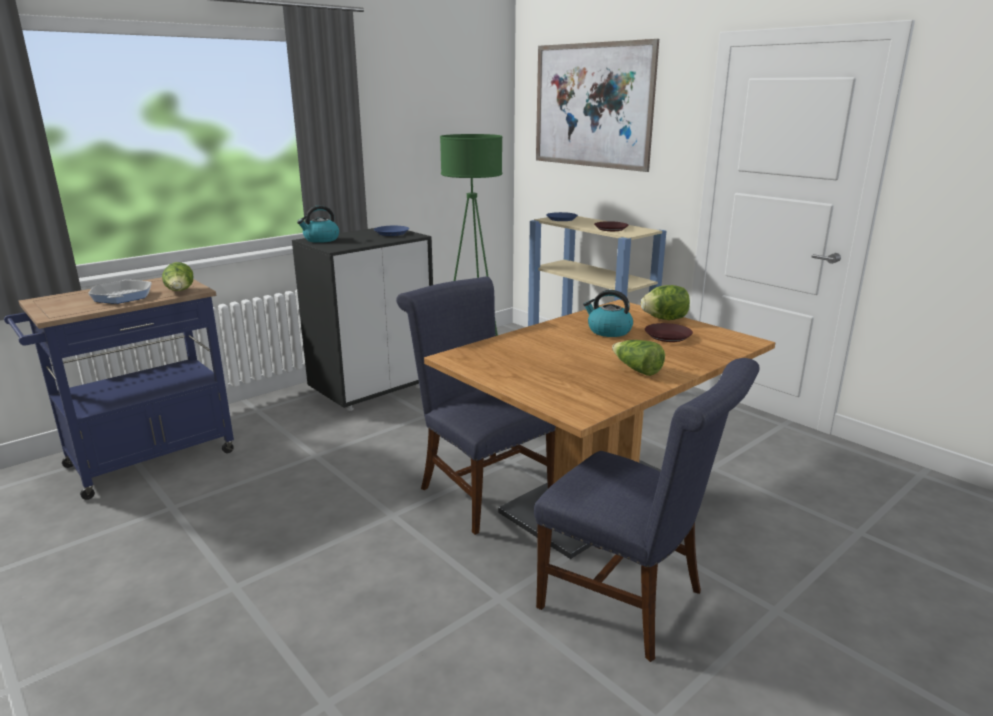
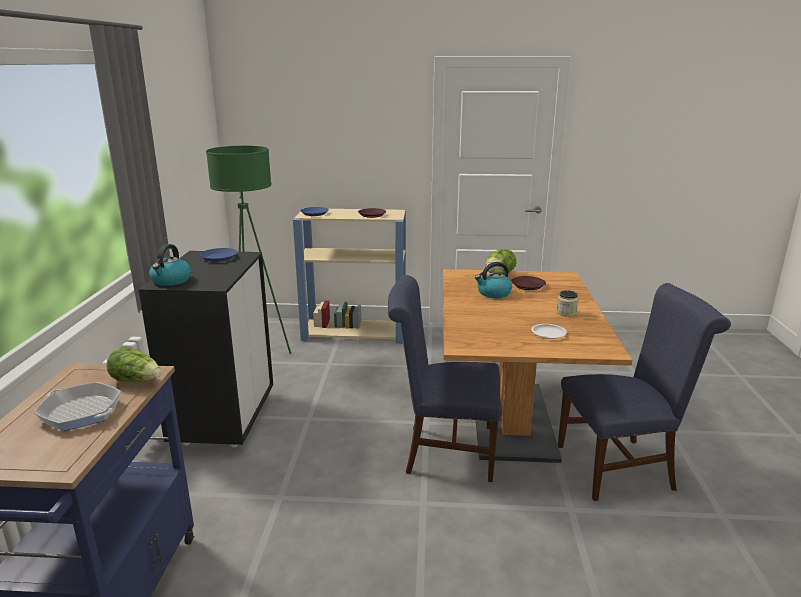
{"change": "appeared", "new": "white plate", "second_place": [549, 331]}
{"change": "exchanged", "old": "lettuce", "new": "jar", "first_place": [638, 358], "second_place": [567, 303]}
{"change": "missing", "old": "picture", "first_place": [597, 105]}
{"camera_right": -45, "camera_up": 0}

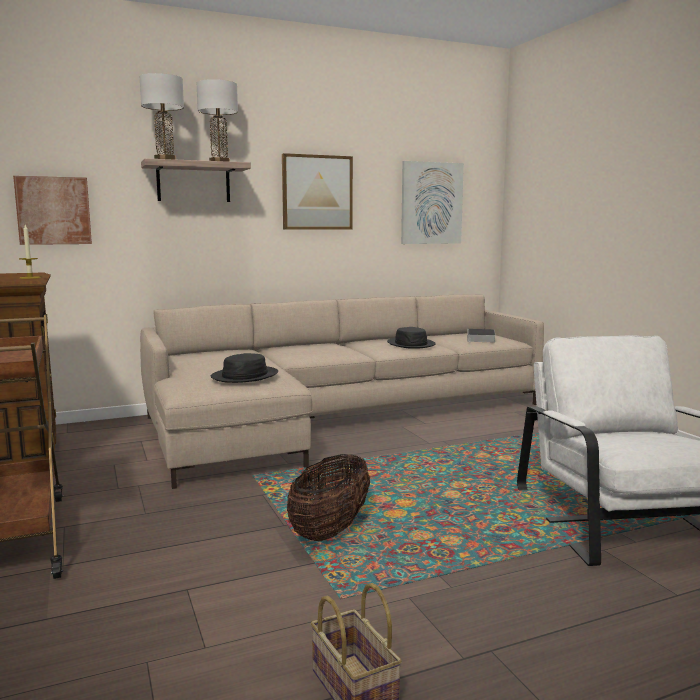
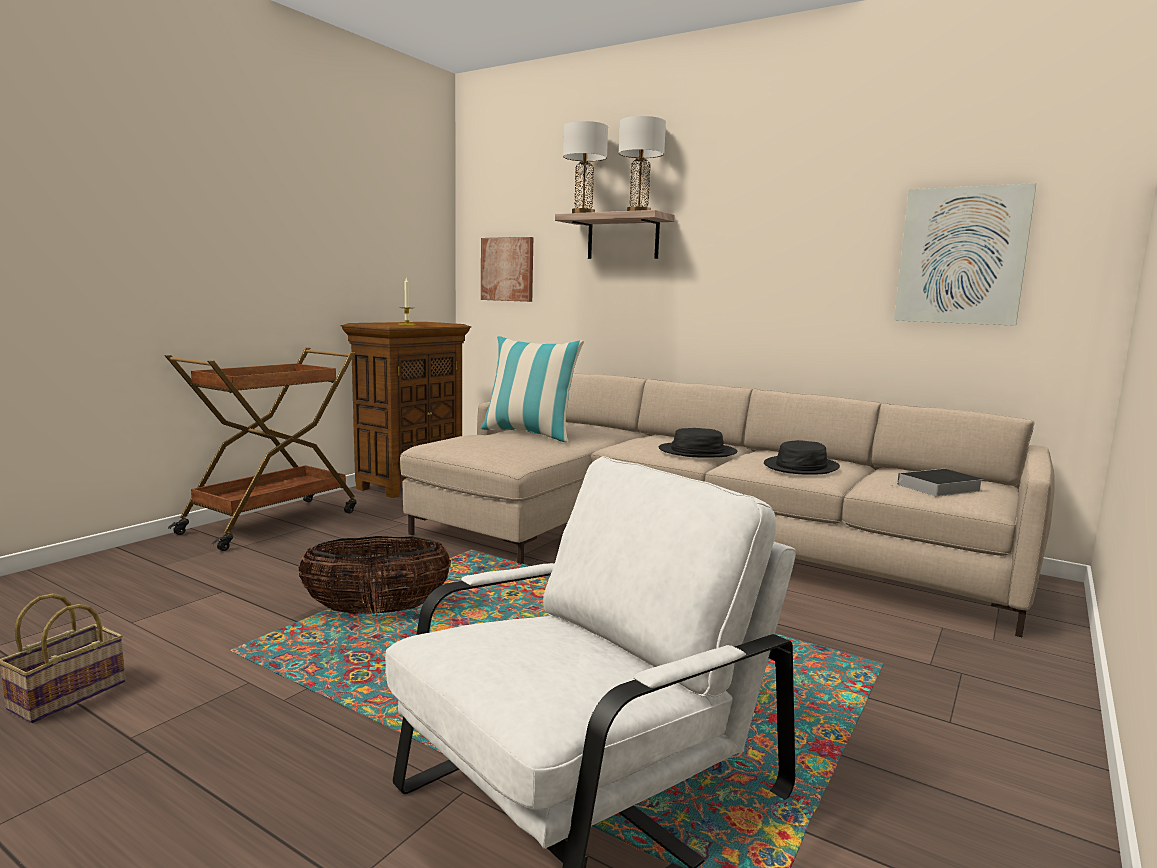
{"change": "appeared", "new": "pillow", "second_place": [532, 389]}
{"change": "relocated", "old": "black hat", "first_place": [244, 368], "second_place": [698, 443]}
{"change": "missing", "old": "picture", "first_place": [317, 191]}
{"camera_right": 55, "camera_up": 0}

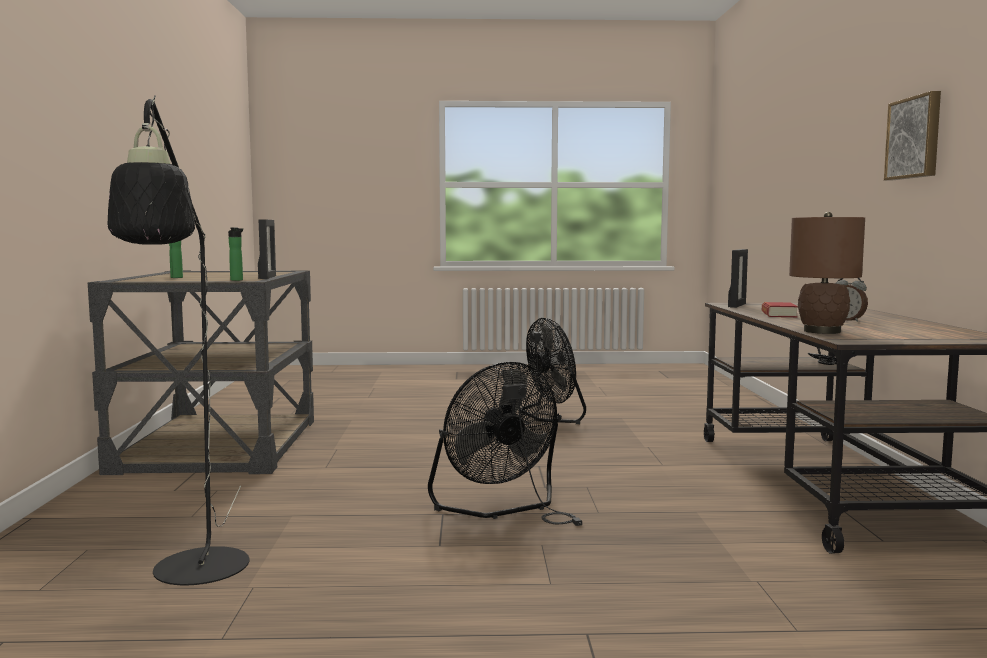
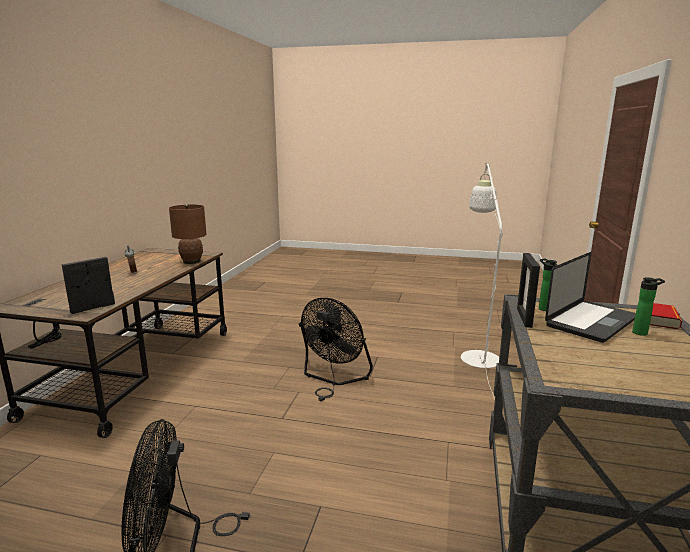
{"change": "spun", "old": "black fan", "first_place": [505, 444], "second_place": [336, 349], "degrees": -135}
{"change": "colour", "old": "black floor lamp", "new": "white floor lamp", "first_place": [178, 340], "second_place": [482, 280]}
{"change": "appeared", "new": "laptop", "second_place": [590, 297]}
{"change": "relocated", "old": "book", "first_place": [780, 309], "second_place": [666, 316]}
{"change": "missing", "old": "picture", "first_place": [912, 135]}
{"camera_right": -165, "camera_up": 10}

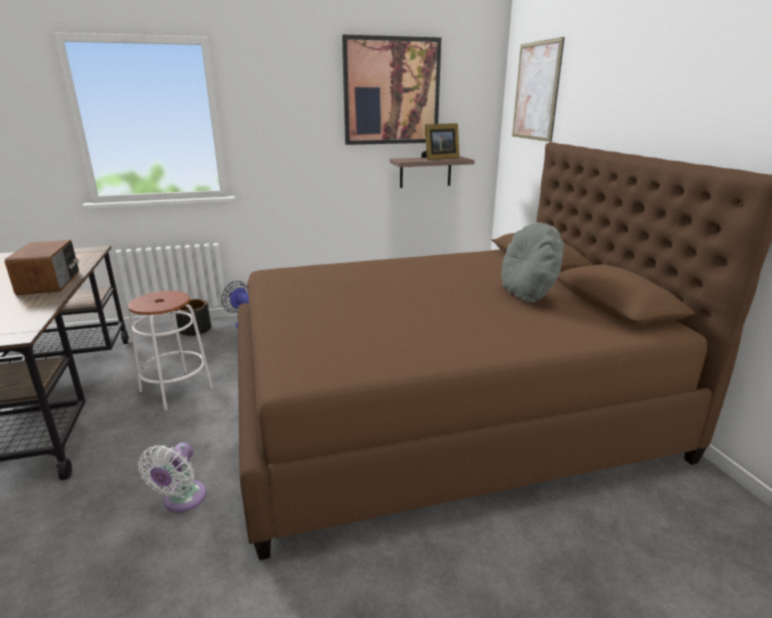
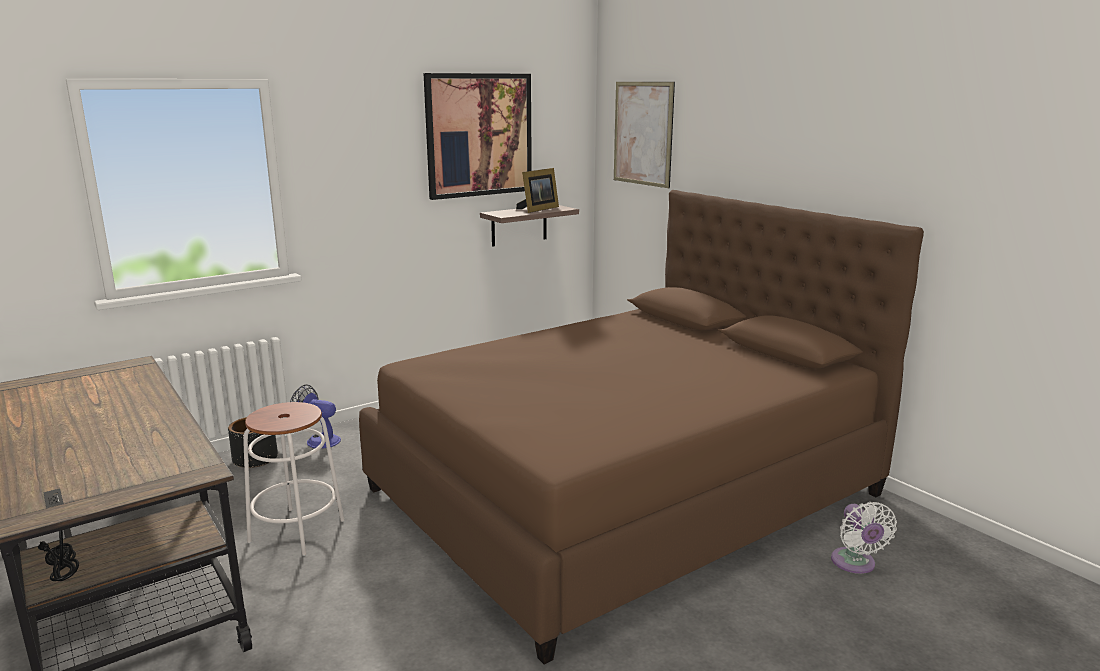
{"change": "relocated", "old": "white fan", "first_place": [172, 477], "second_place": [864, 538]}
{"change": "missing", "old": "radio", "first_place": [42, 267]}
{"change": "missing", "old": "grey pillow", "first_place": [532, 262]}
{"camera_right": -20, "camera_up": -5}

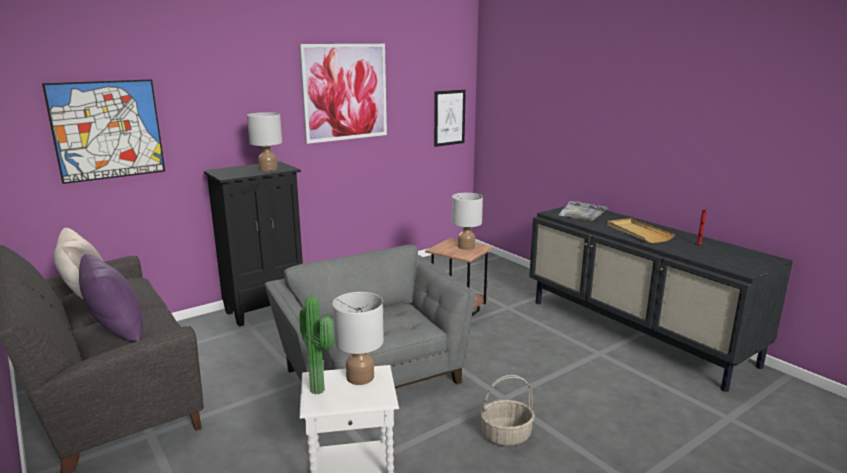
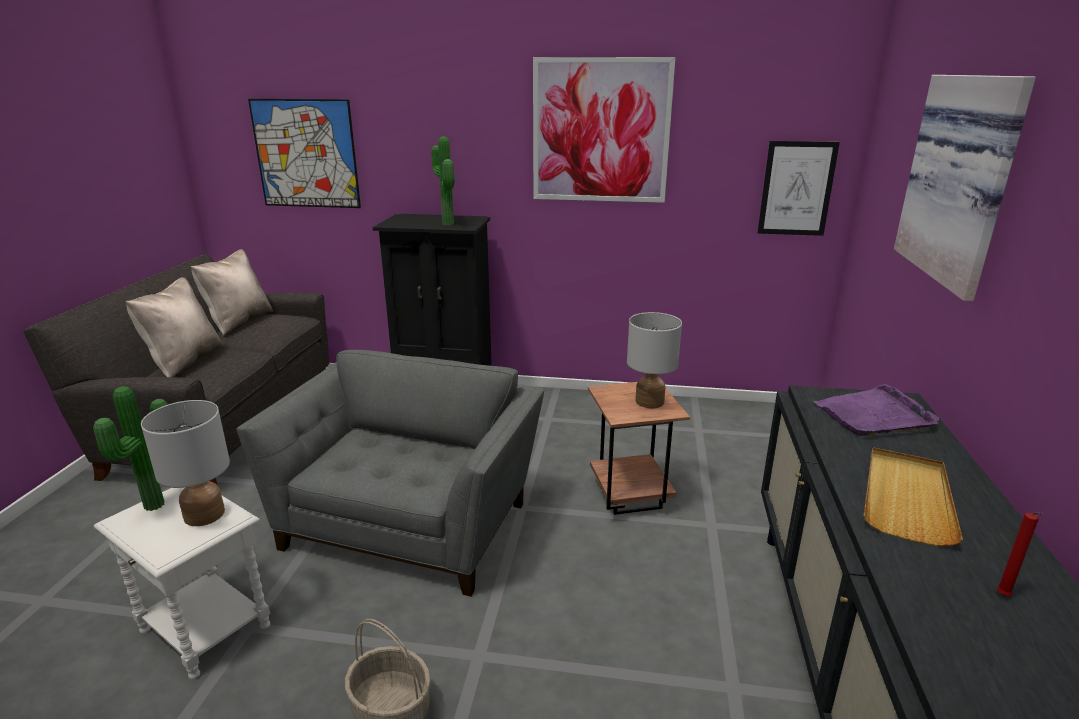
{"change": "colour", "old": "purple pillow", "new": "beige pillow", "first_place": [111, 297], "second_place": [174, 327]}
{"change": "exchanged", "old": "grey table lamp", "new": "potted plant", "first_place": [264, 142], "second_place": [443, 180]}
{"change": "colour", "old": "grey tray", "new": "purple tray", "first_place": [583, 211], "second_place": [876, 410]}
{"change": "appeared", "new": "picture", "second_place": [965, 188]}
{"camera_right": 45, "camera_up": 5}

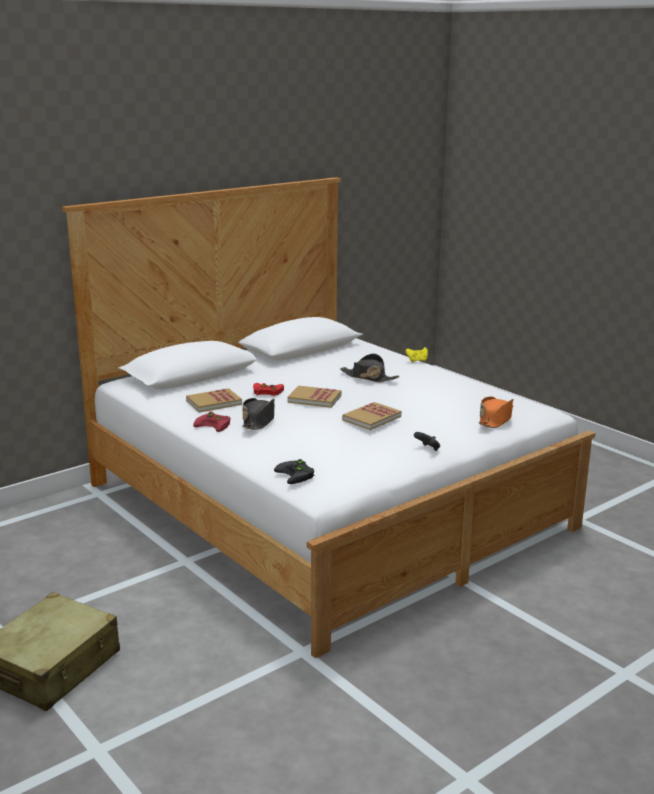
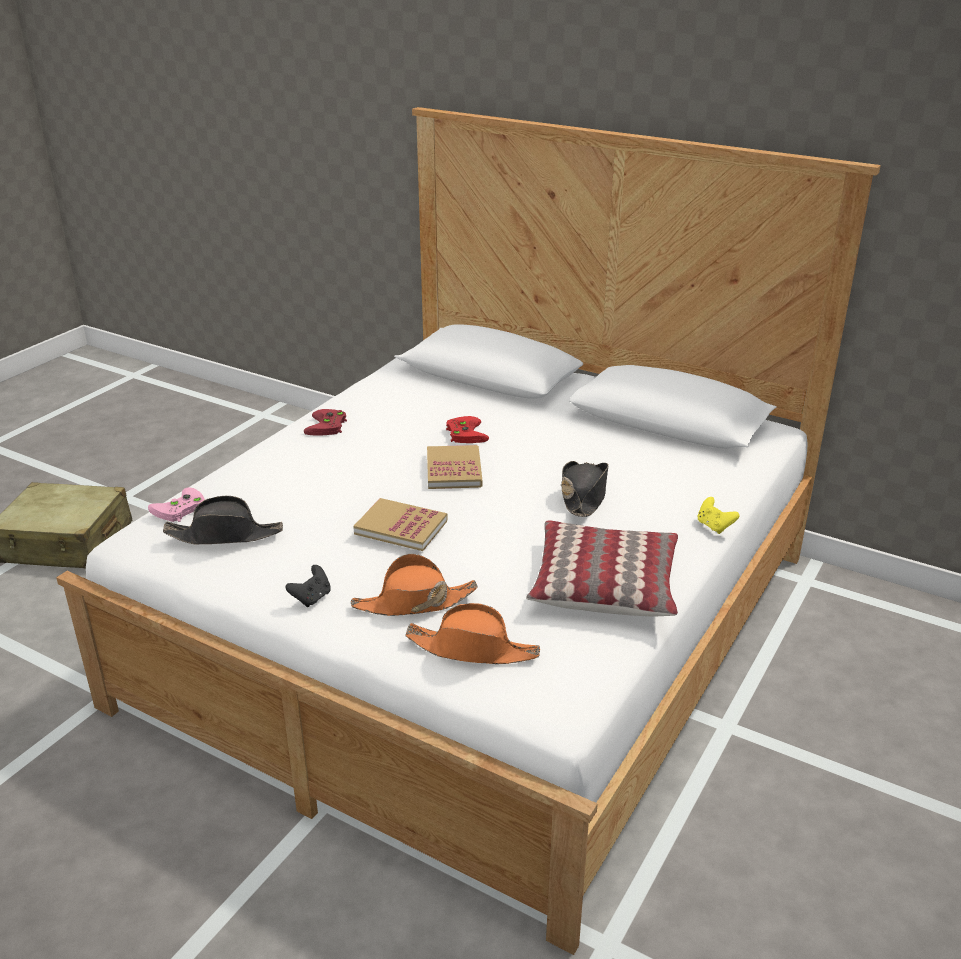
{"change": "colour", "old": "black game controller", "new": "pink game controller", "first_place": [294, 471], "second_place": [176, 504]}
{"change": "relocated", "old": "black hat", "first_place": [258, 414], "second_place": [223, 520]}
{"change": "appeared", "new": "orange hat", "second_place": [414, 585]}
{"change": "appeared", "new": "pillow", "second_place": [602, 568]}
{"change": "missing", "old": "book", "first_place": [214, 400]}
{"camera_right": 70, "camera_up": 10}

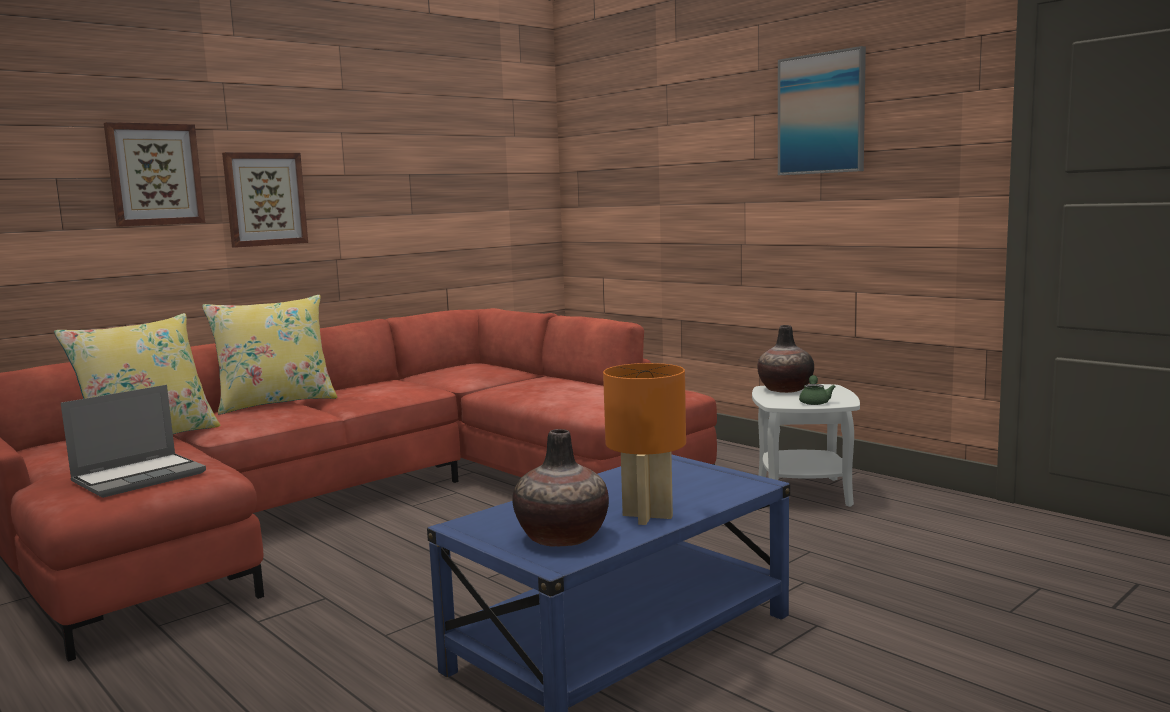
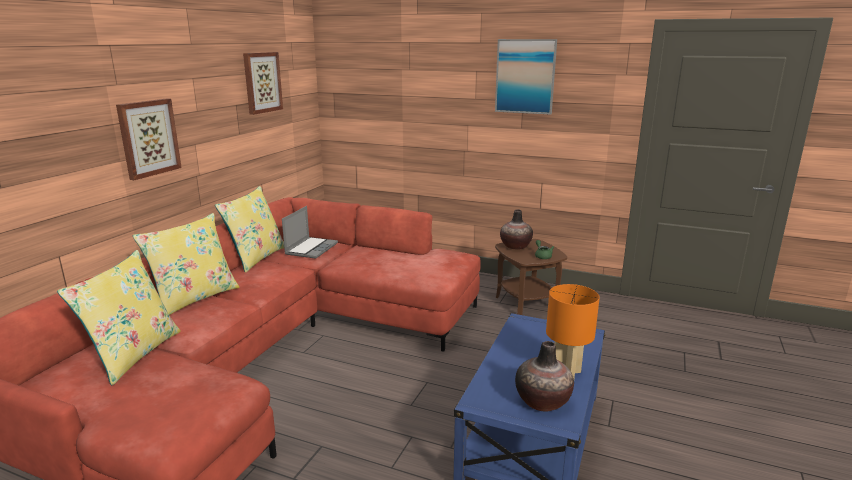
{"change": "appeared", "new": "yellow pillow", "second_place": [249, 229]}
{"change": "relocated", "old": "picture", "first_place": [154, 174], "second_place": [263, 83]}
{"change": "relocated", "old": "laptop", "first_place": [133, 441], "second_place": [310, 232]}
{"change": "colour", "old": "white side table", "new": "brown side table", "first_place": [806, 445], "second_place": [531, 277]}
{"camera_right": -25, "camera_up": 10}

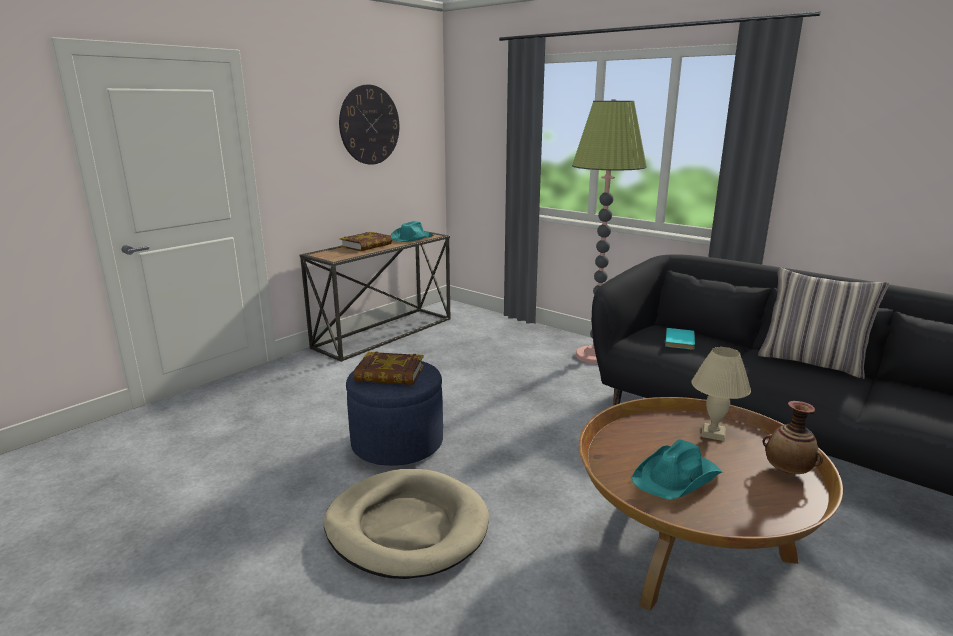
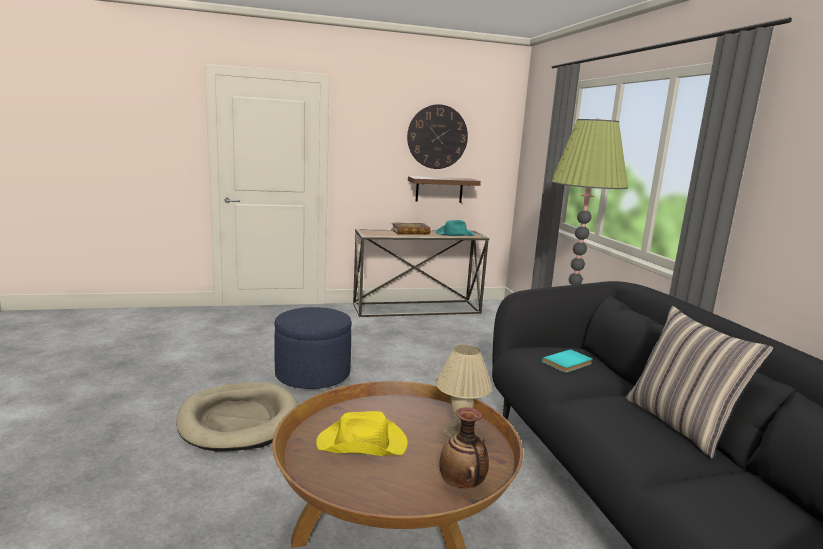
{"change": "colour", "old": "turquoise hat", "new": "yellow hat", "first_place": [677, 469], "second_place": [362, 433]}
{"change": "appeared", "new": "brown shelf", "second_place": [444, 189]}
{"change": "missing", "old": "book", "first_place": [389, 368]}
{"camera_right": 35, "camera_up": -5}

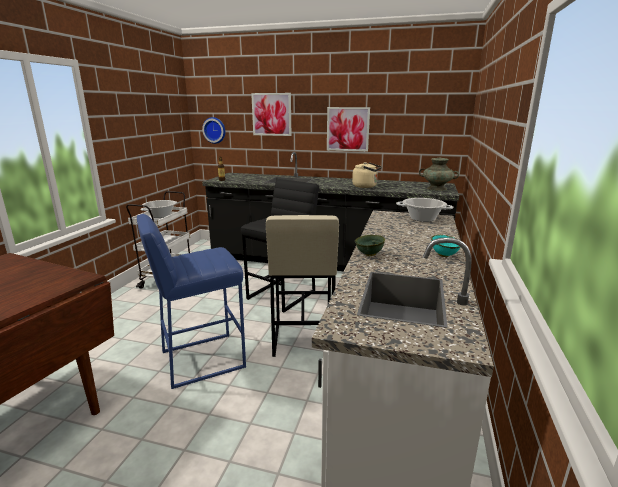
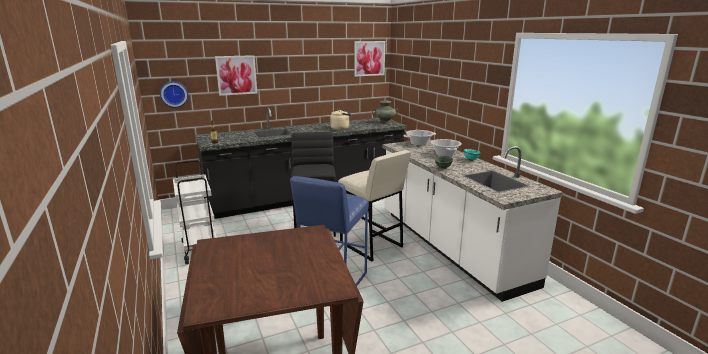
{"change": "relocated", "old": "picture", "first_place": [348, 129], "second_place": [369, 59]}
{"change": "relocated", "old": "cooking pot", "first_place": [159, 209], "second_place": [446, 147]}
{"camera_right": -40, "camera_up": 0}

